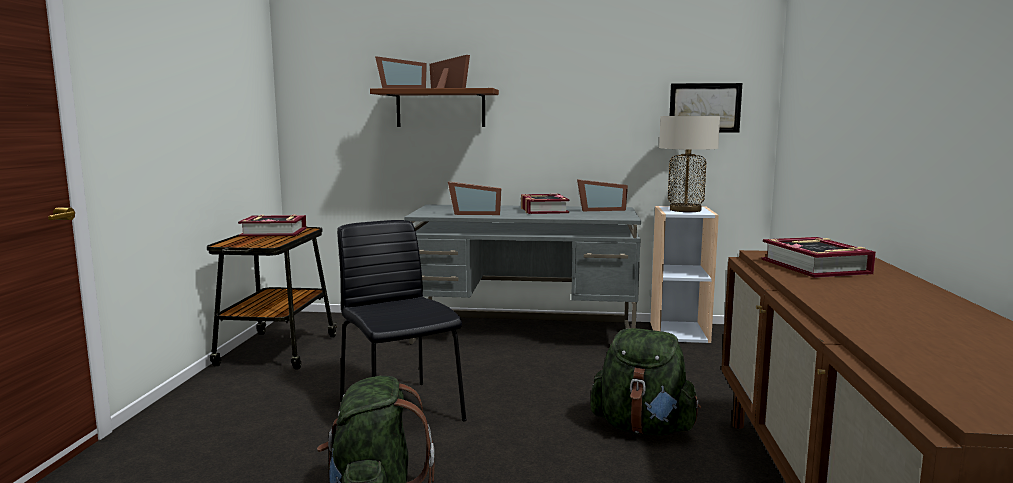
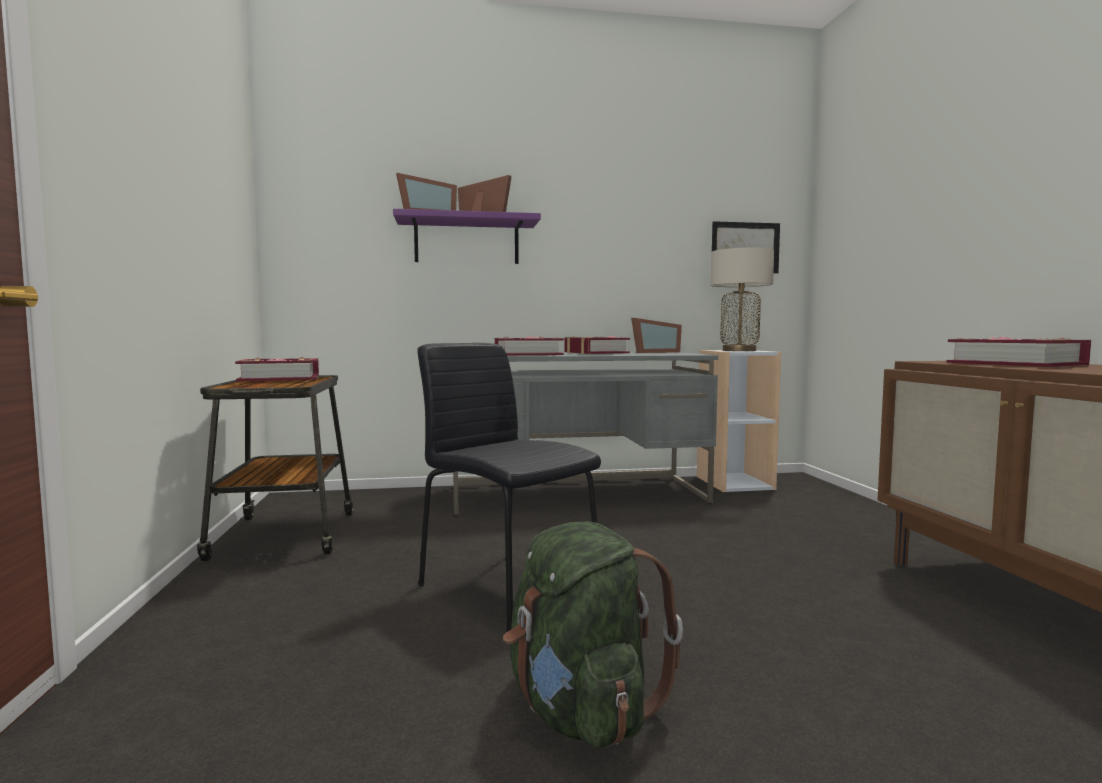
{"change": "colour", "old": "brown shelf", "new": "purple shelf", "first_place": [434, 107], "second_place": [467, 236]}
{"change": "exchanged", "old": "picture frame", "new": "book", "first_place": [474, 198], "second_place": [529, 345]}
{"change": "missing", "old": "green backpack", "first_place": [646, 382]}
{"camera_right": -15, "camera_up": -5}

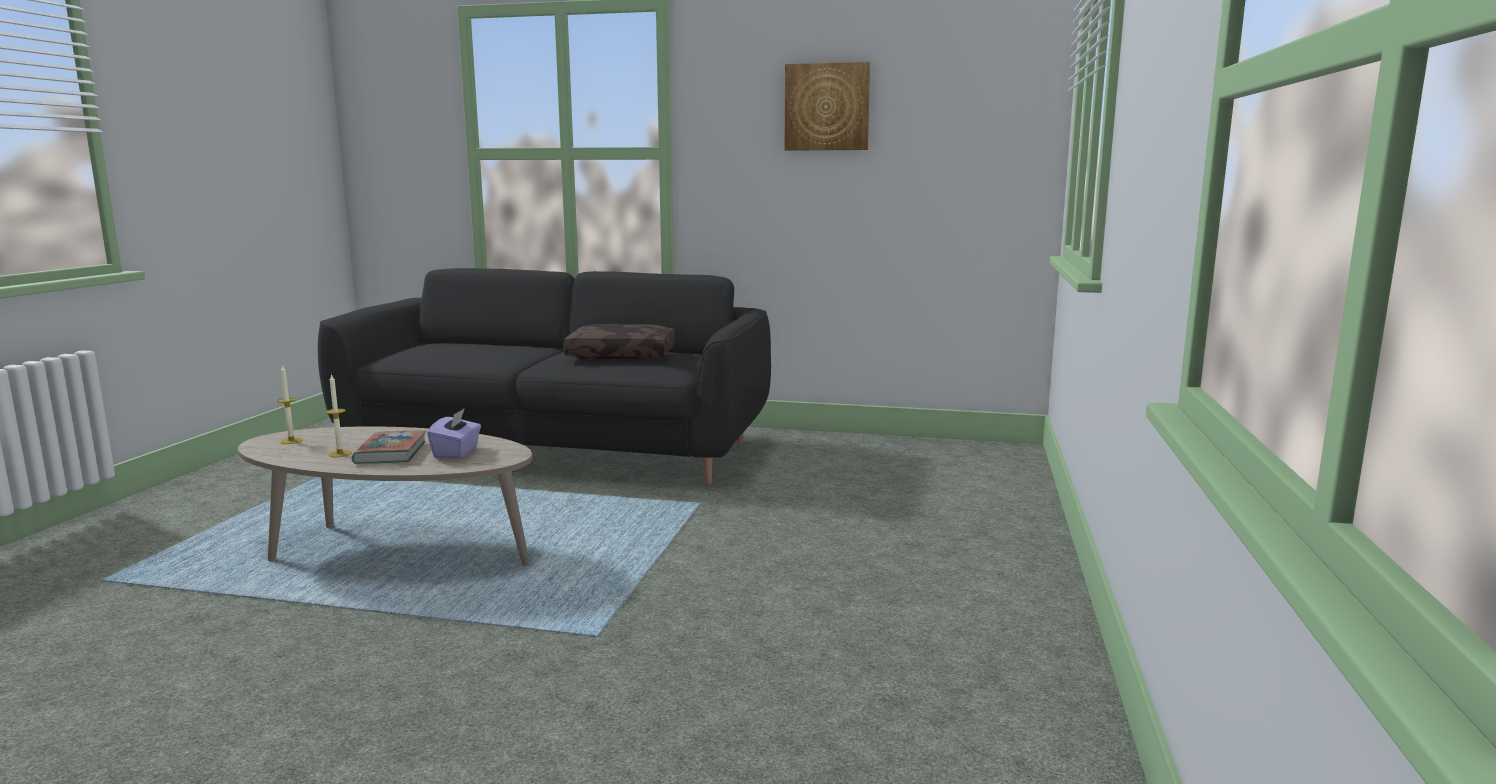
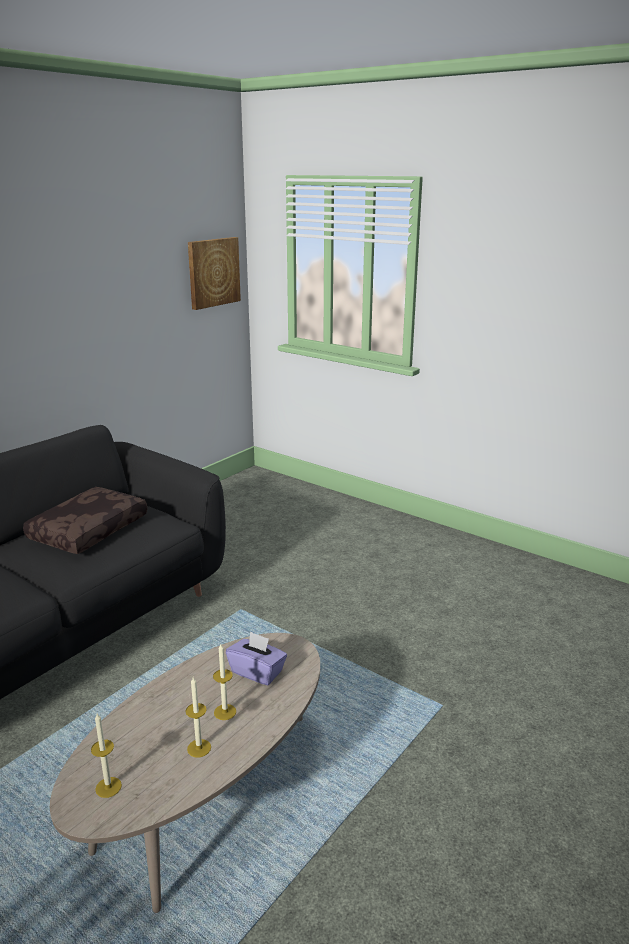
{"change": "relocated", "old": "picture", "first_place": [827, 106], "second_place": [214, 273]}
{"change": "exchanged", "old": "book", "new": "candle", "first_place": [389, 447], "second_place": [224, 682]}
{"camera_right": -65, "camera_up": 10}

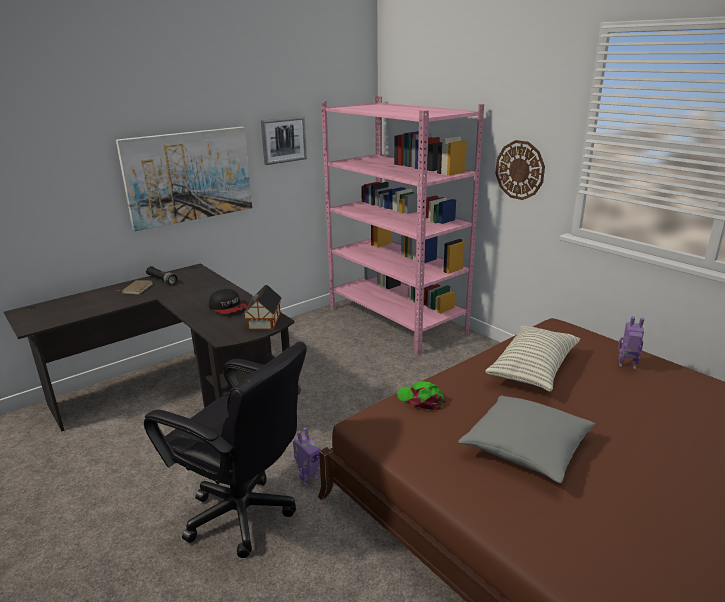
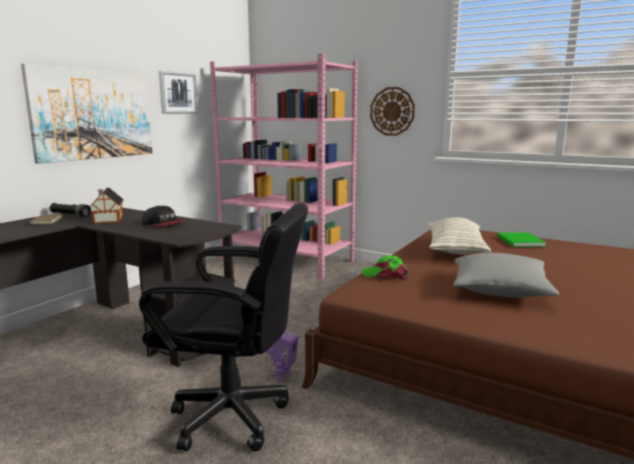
{"change": "relocated", "old": "toy house", "first_place": [262, 307], "second_place": [107, 206]}
{"change": "exchanged", "old": "toy robot", "new": "green book", "first_place": [631, 342], "second_place": [521, 239]}
{"camera_right": -20, "camera_up": -10}

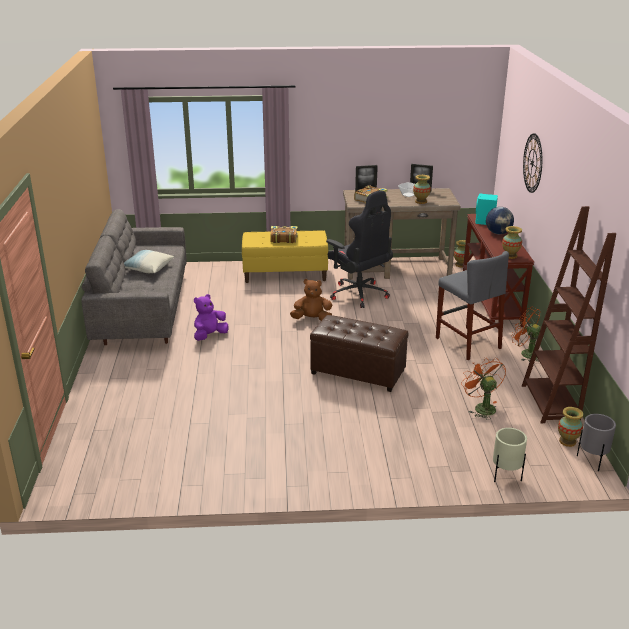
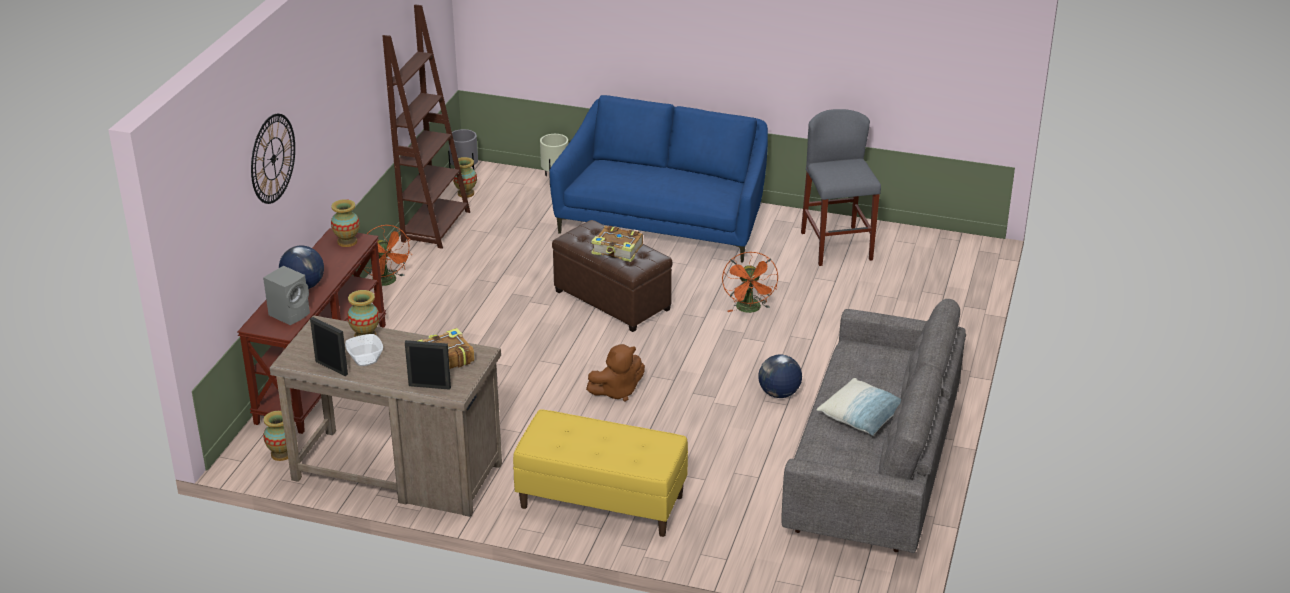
{"change": "colour", "old": "turquoise speaker", "new": "grey speaker", "first_place": [486, 209], "second_place": [286, 295]}
{"change": "appeared", "new": "blue sofa", "second_place": [659, 179]}
{"change": "spun", "old": "brown plush toy", "first_place": [311, 300], "second_place": [615, 373], "degrees": -45}
{"change": "relocated", "old": "book", "first_place": [284, 234], "second_place": [617, 244]}
{"change": "relocated", "old": "orange fan", "first_place": [483, 388], "second_place": [750, 282]}
{"change": "exchanged", "old": "purple plush toy", "new": "globe", "first_place": [211, 317], "second_place": [780, 376]}
{"change": "relocated", "old": "grey stool", "first_place": [472, 305], "second_place": [841, 187]}
{"change": "missing", "old": "black office chair", "first_place": [359, 249]}
{"camera_right": -160, "camera_up": 5}

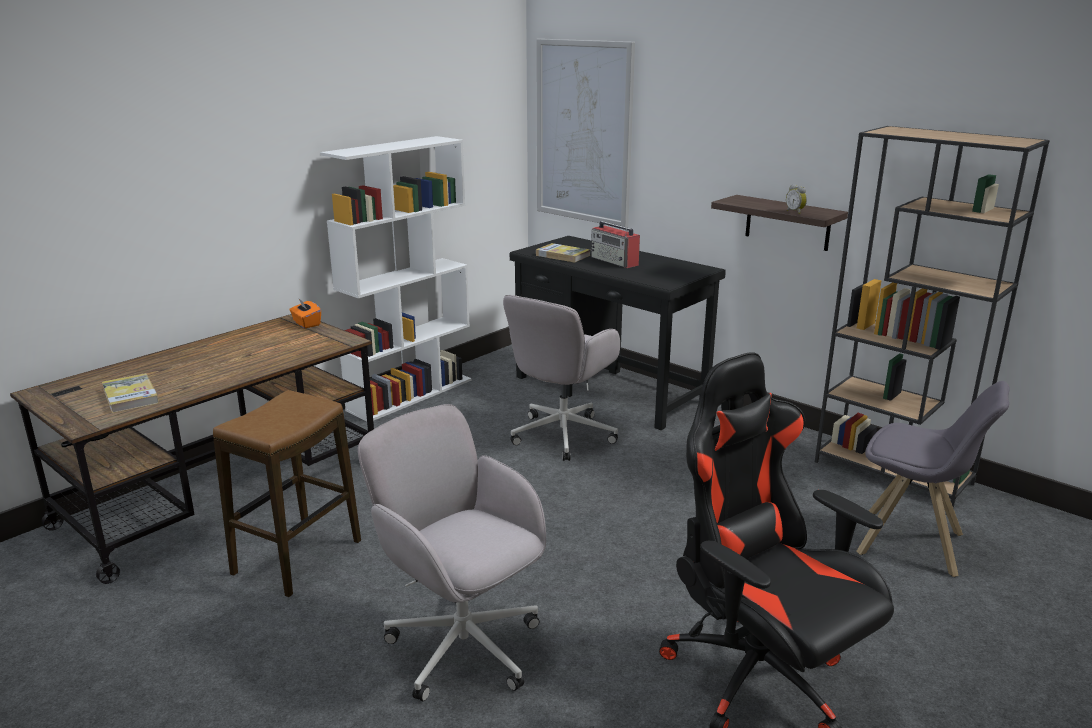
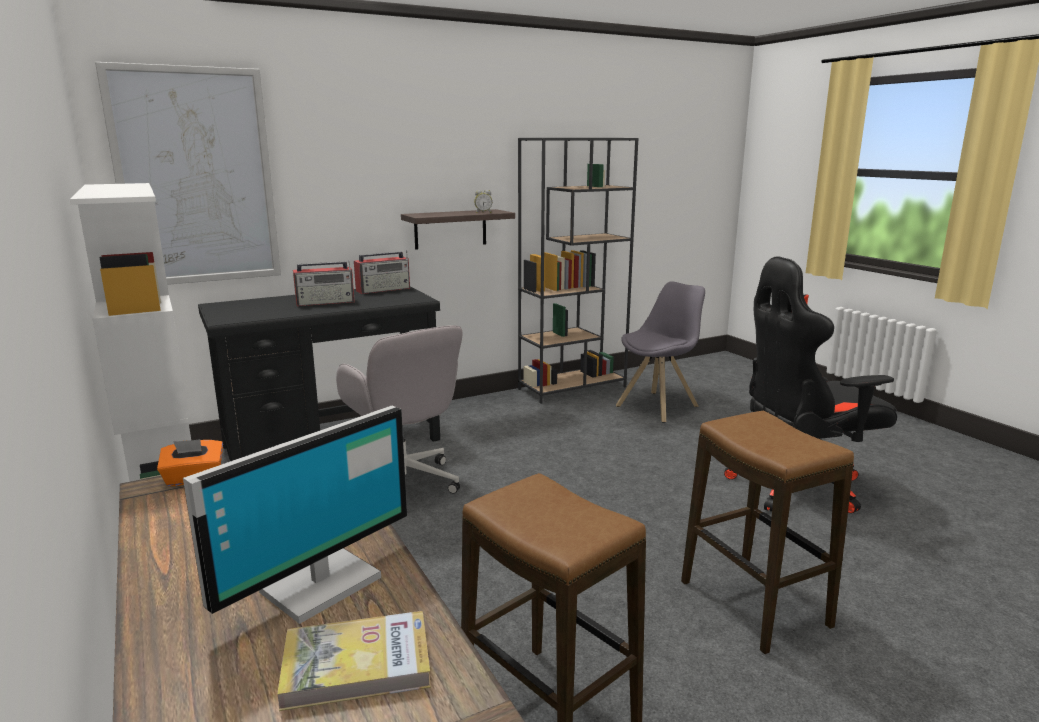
{"change": "appeared", "new": "monitor", "second_place": [295, 515]}
{"change": "appeared", "new": "radio", "second_place": [382, 272]}
{"change": "exchanged", "old": "grey office chair", "new": "stool", "first_place": [452, 552], "second_place": [767, 532]}
{"change": "missing", "old": "book", "first_place": [563, 252]}
{"camera_right": -70, "camera_up": -5}

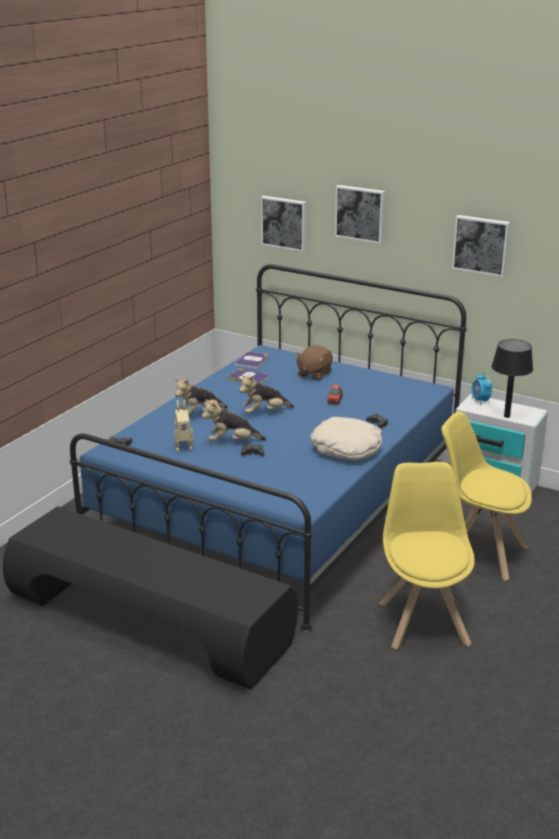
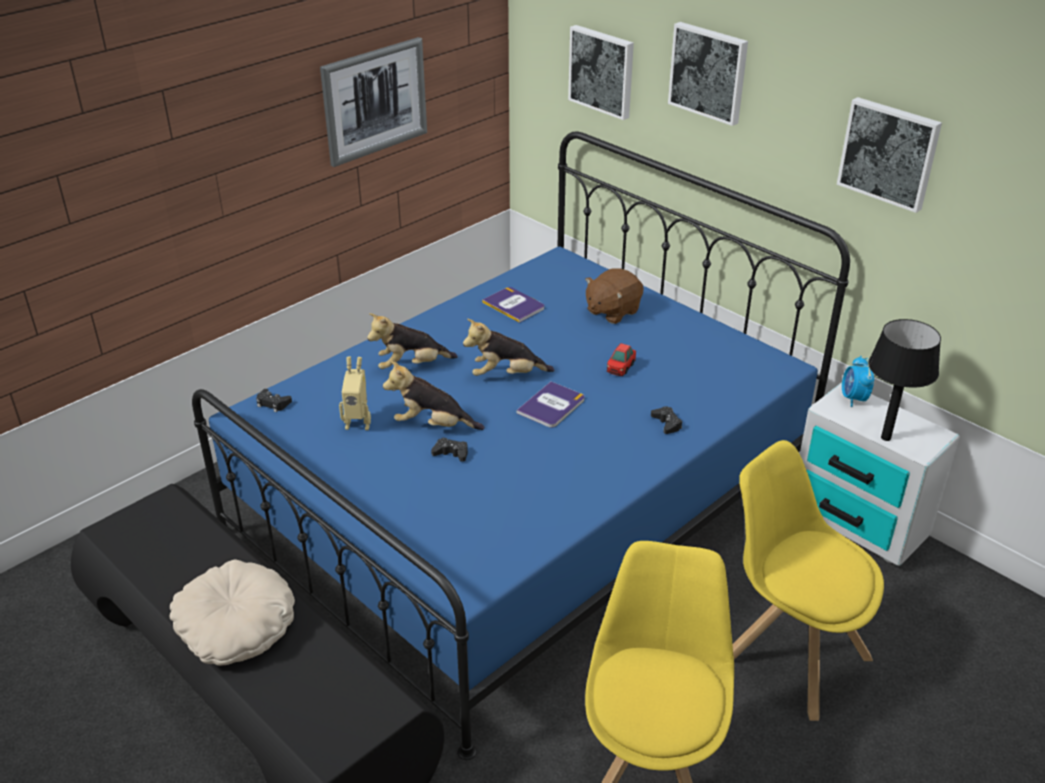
{"change": "relocated", "old": "beige pillow", "first_place": [346, 438], "second_place": [232, 612]}
{"change": "appeared", "new": "picture", "second_place": [373, 102]}
{"change": "relocated", "old": "book", "first_place": [251, 360], "second_place": [551, 404]}
{"camera_right": 15, "camera_up": 10}

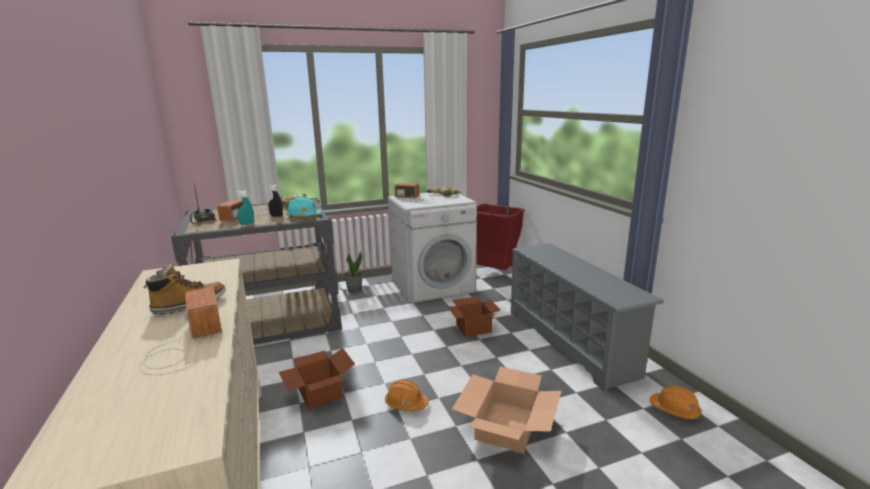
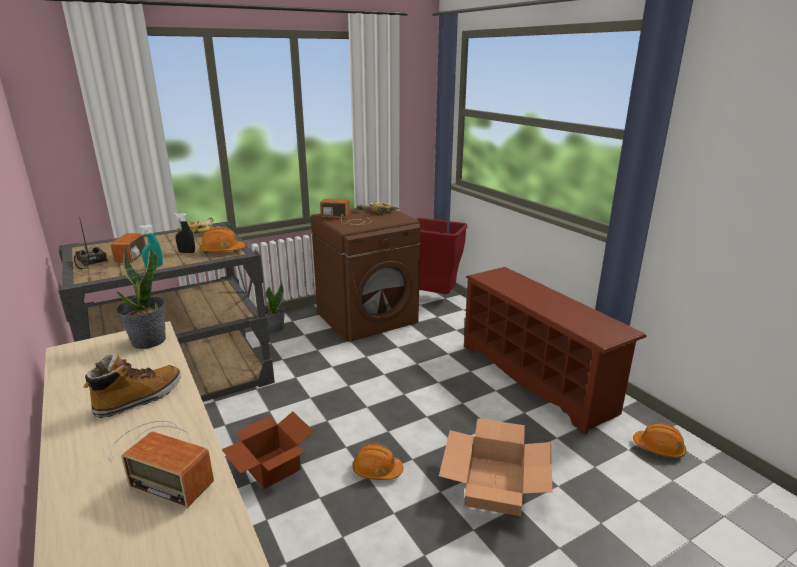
{"change": "spun", "old": "radio", "first_place": [180, 331], "second_place": [162, 465], "degrees": 150}
{"change": "appeared", "new": "potted plant", "second_place": [141, 298]}
{"change": "colour", "old": "turquoise hard hat", "new": "orange hard hat", "first_place": [304, 207], "second_place": [222, 240]}
{"change": "colour", "old": "white washing machine", "new": "brown washing machine", "first_place": [432, 248], "second_place": [365, 275]}
{"change": "colour", "old": "grey shoe rack", "new": "brown shoe rack", "first_place": [587, 317], "second_place": [555, 350]}
{"change": "missing", "old": "cardboard box", "first_place": [474, 316]}
{"camera_right": -10, "camera_up": 5}

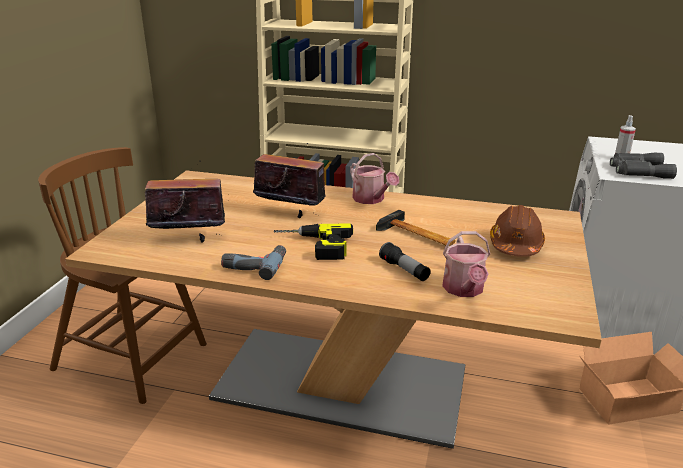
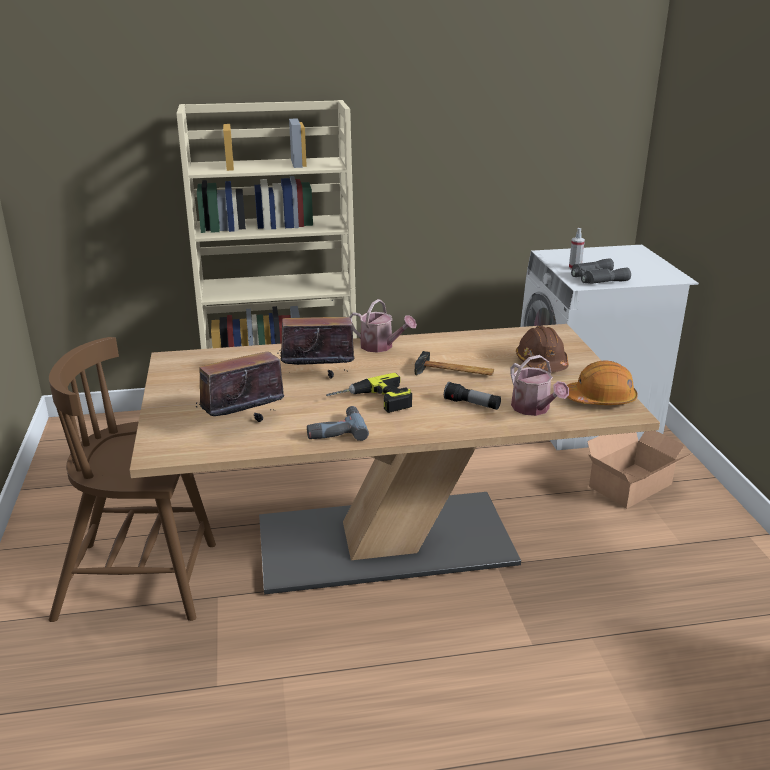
{"change": "appeared", "new": "orange hard hat", "second_place": [602, 382]}
{"camera_right": -25, "camera_up": 0}

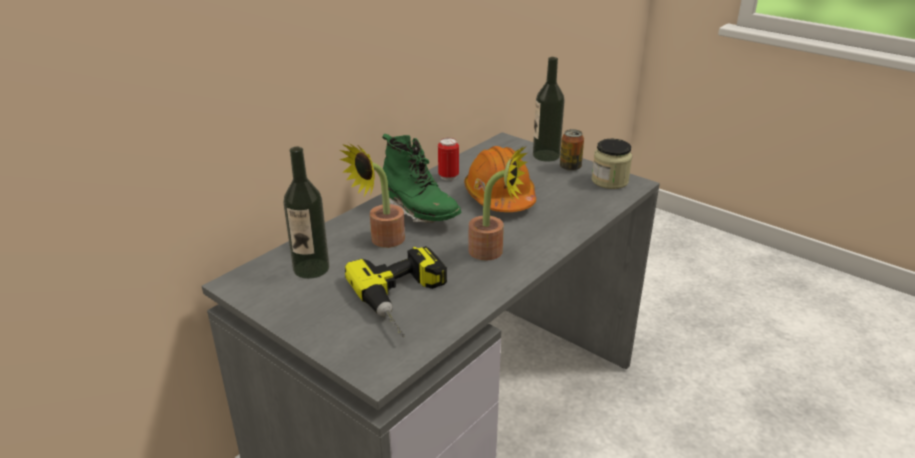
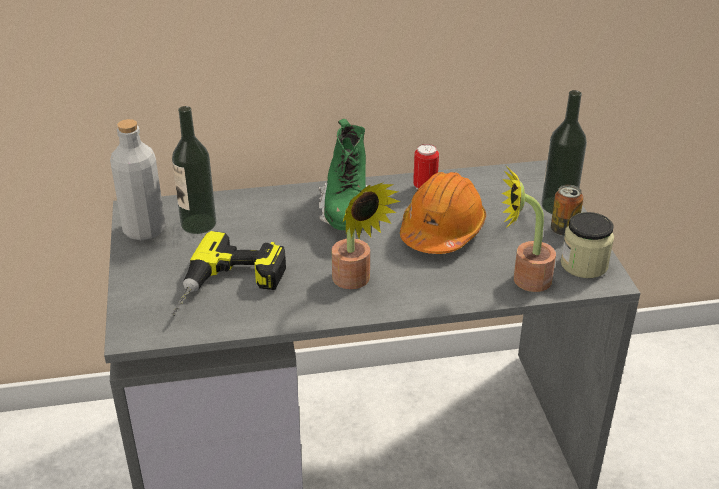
{"change": "appeared", "new": "grey bottle", "second_place": [137, 179]}
{"change": "relocated", "old": "potted plant", "first_place": [372, 195], "second_place": [528, 229]}
{"camera_right": 40, "camera_up": 5}

